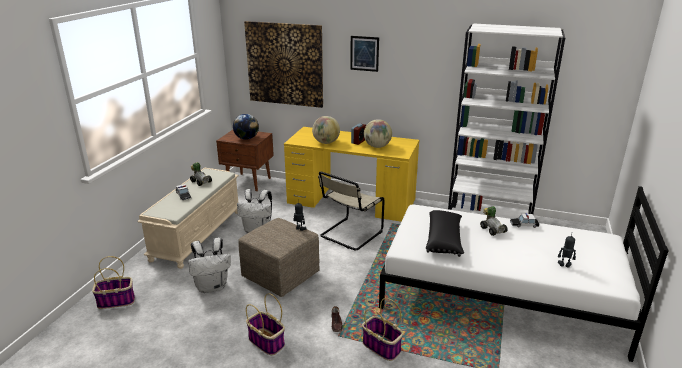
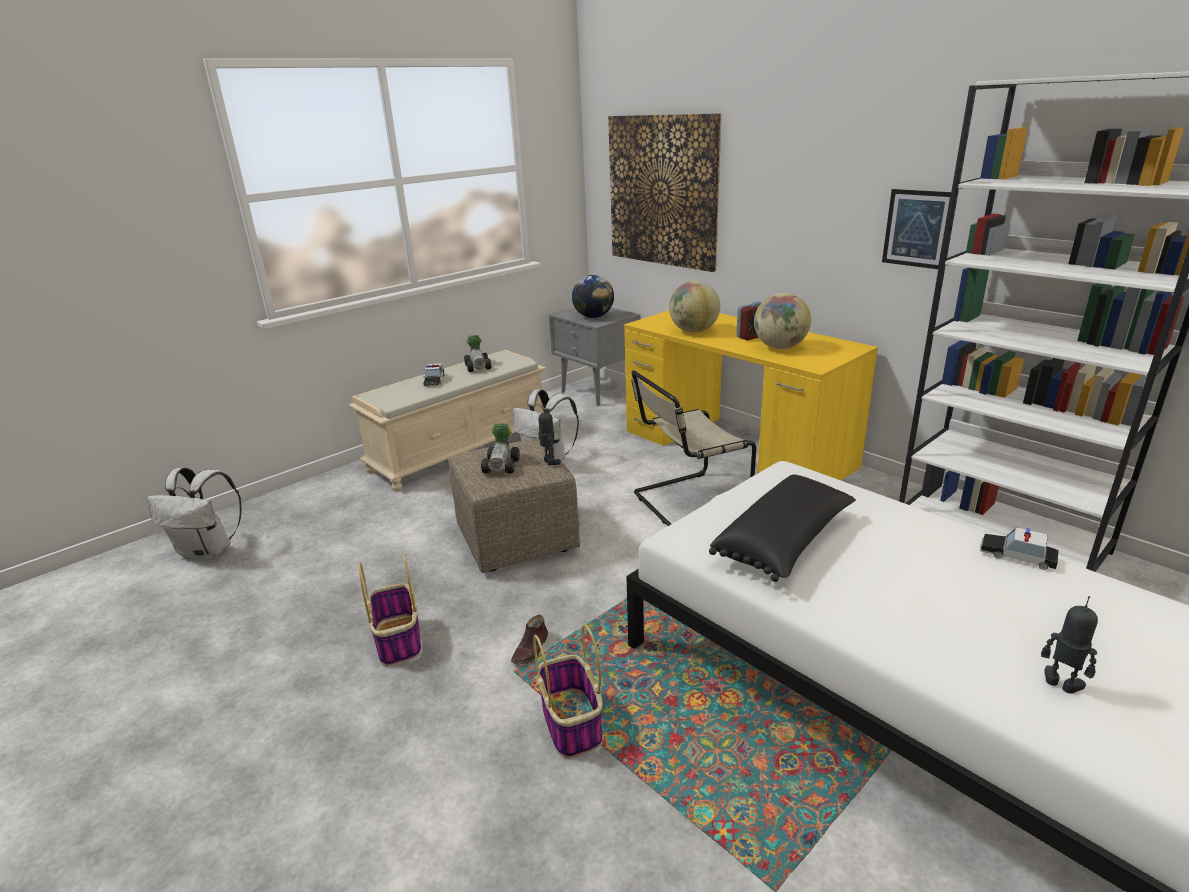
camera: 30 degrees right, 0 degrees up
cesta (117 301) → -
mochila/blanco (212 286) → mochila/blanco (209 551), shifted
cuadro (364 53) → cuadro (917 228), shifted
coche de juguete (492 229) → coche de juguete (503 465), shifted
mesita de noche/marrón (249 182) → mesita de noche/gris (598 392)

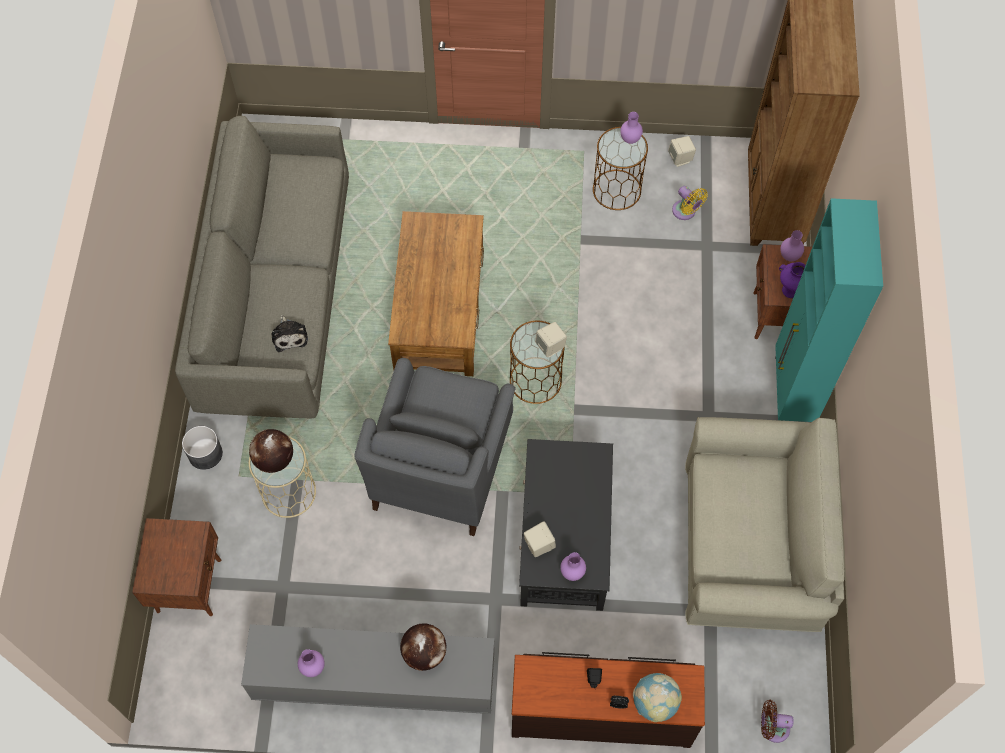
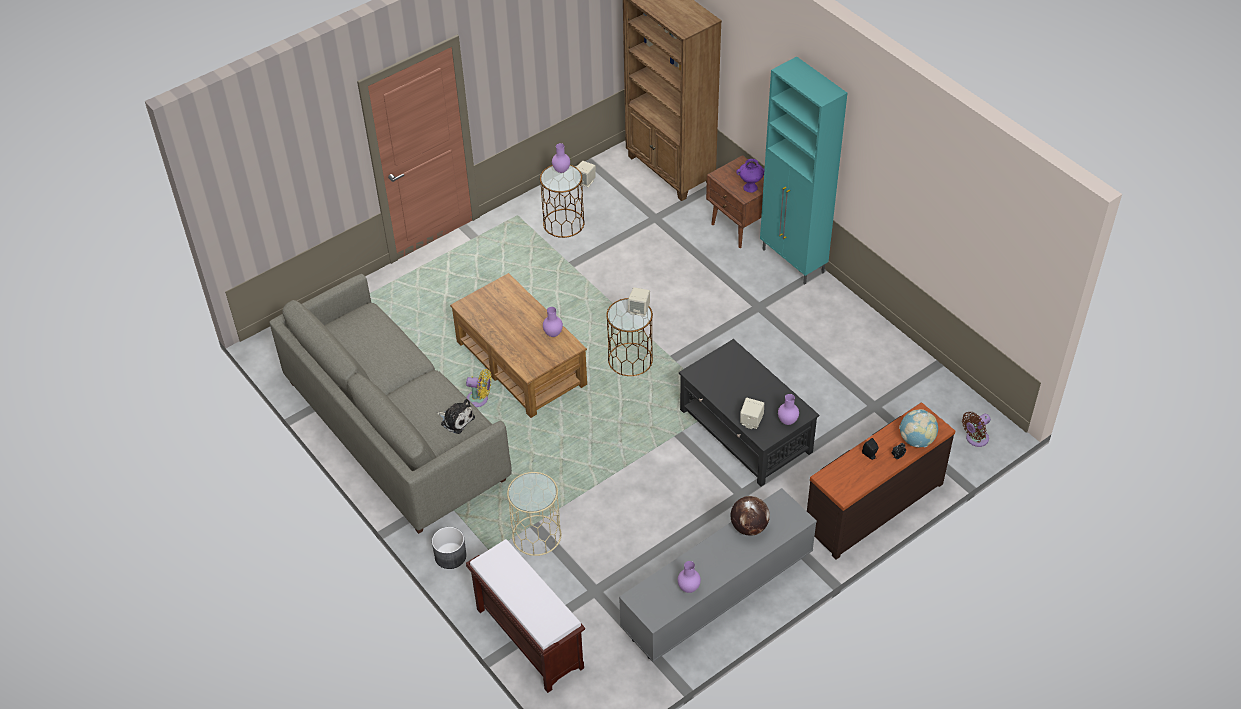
camera: 40 degrees left, 15 degrees down
globo terráqueo (274 459) → -
sillón/gris (441 465) → -
sofá/beis (750 546) → -
ventilador/amarillo (685 212) → ventilador/amarillo (479 399), shifted
florero/morado (789 256) → florero/morado (552 334), shifted
mesita de noche/marrón (190 584) → banco/marrón (528 638)

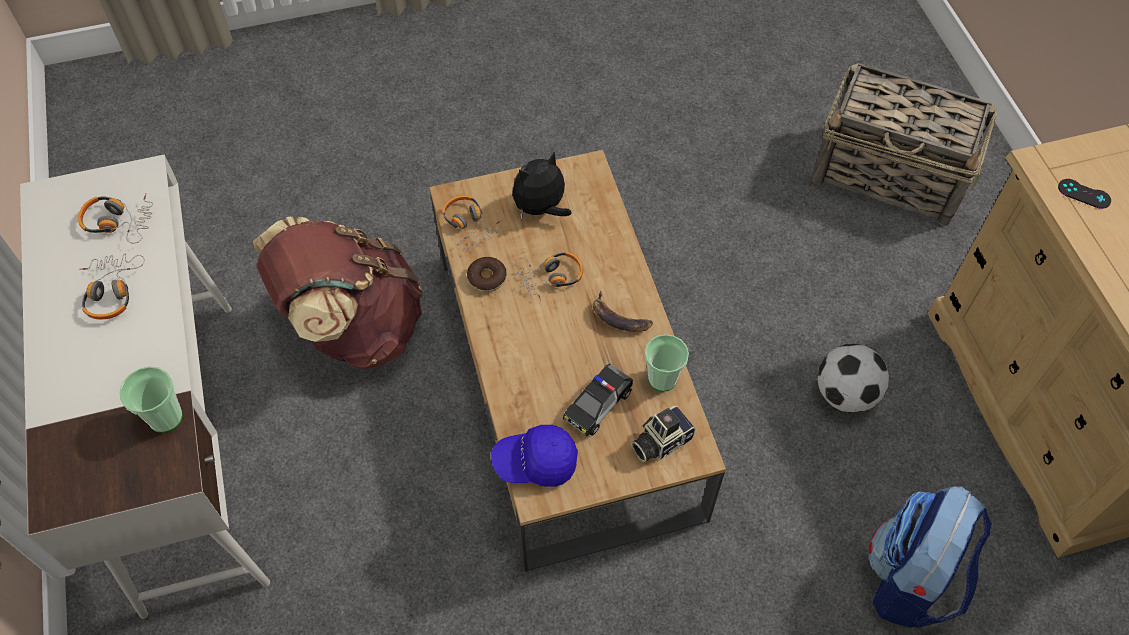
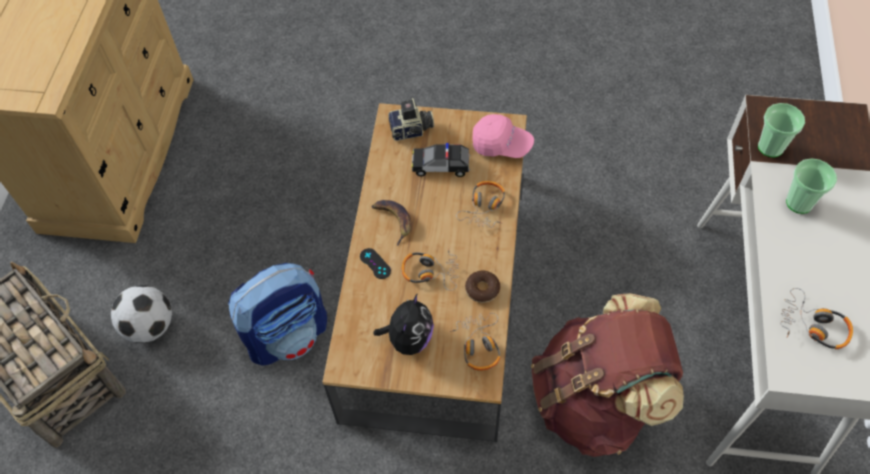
camera: 155 degrees left, 0 degrees up
auriculares (112 291) → auriculares (484 208), shifted
taza (662 379) → taza (799 202), shifted
balón de fútbol (845 394) → balón de fútbol (150 326), shifted
mochila (910 579) → mochila (288 334), shifted
mando de consola/negro (1084 194) → mando de consola/negro (375 263), shifted
gorra/azul (535 462) → gorra/rosa (501 144)
peluche (541 209) → peluche (409 338), 60 degrees counterclockwise
coche de juguete (598 405) → coche de juguete (441 166), 150 degrees counterclockwise

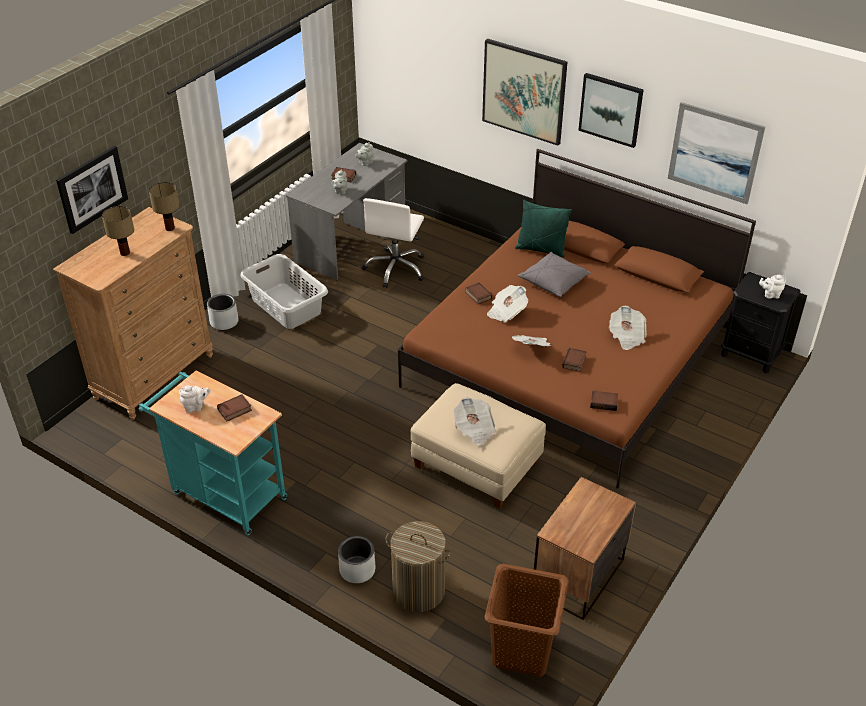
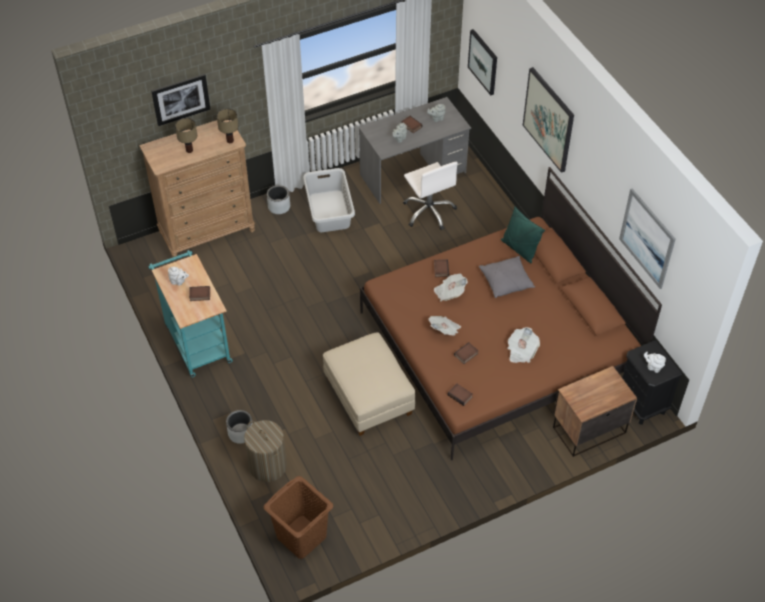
camera: 30 degrees right, 10 degrees up
periódico (474 429) → -
mesita de noche (577 577) → mesita de noche (588 429), shifted
cuadro (611 109) → cuadro (483 61), shifted
silla de oficina/blanco (396 269) → silla de oficina/blanco (429 211), 75 degrees counterclockwise

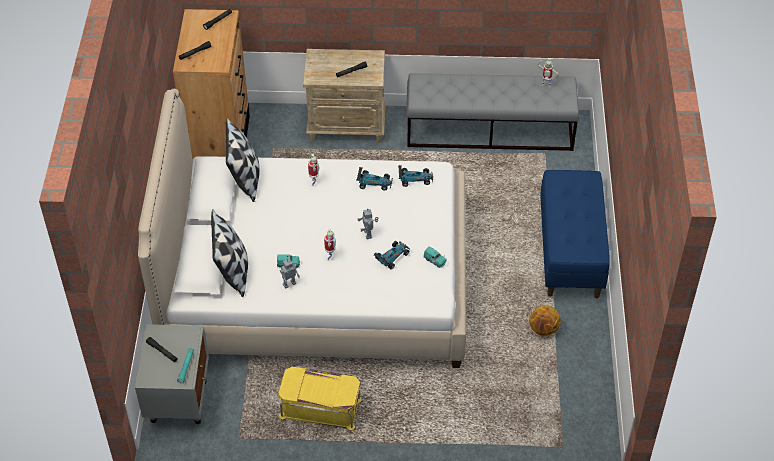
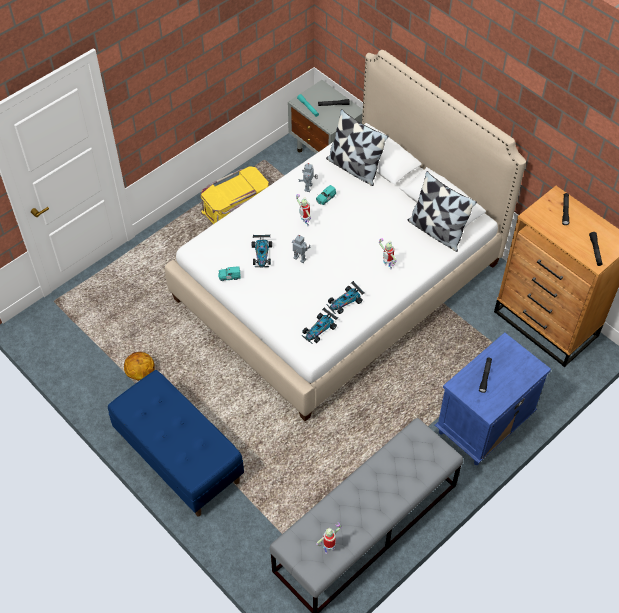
camera: 135 degrees right, 5 degrees up
mesita de noche/beis (347 125) → mesita de noche/azul (483 425)

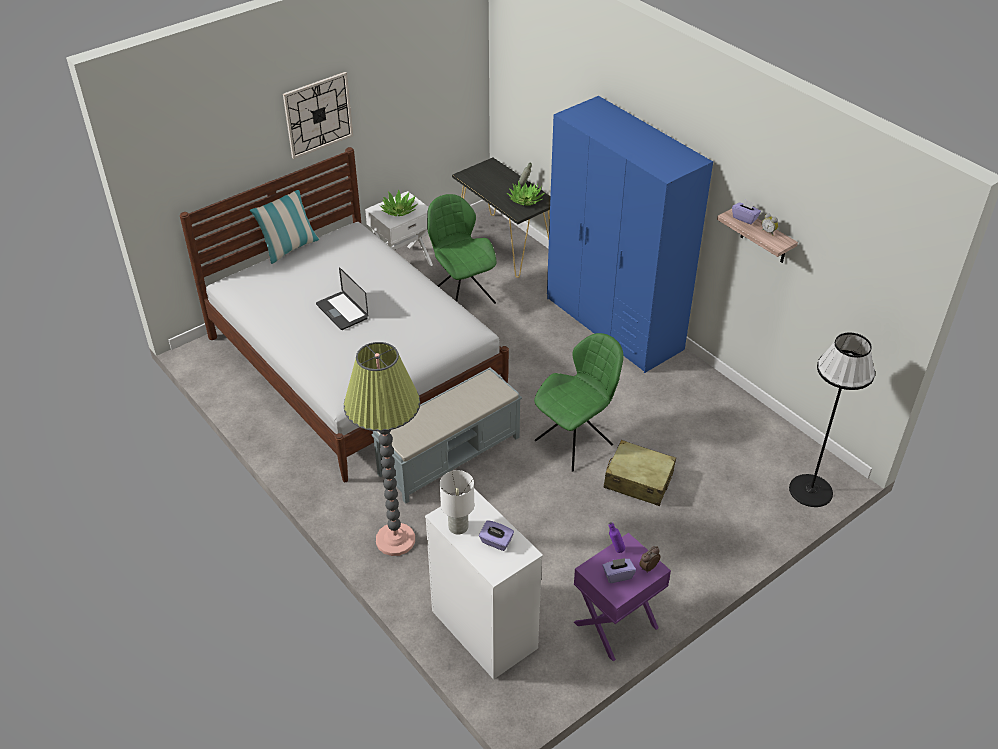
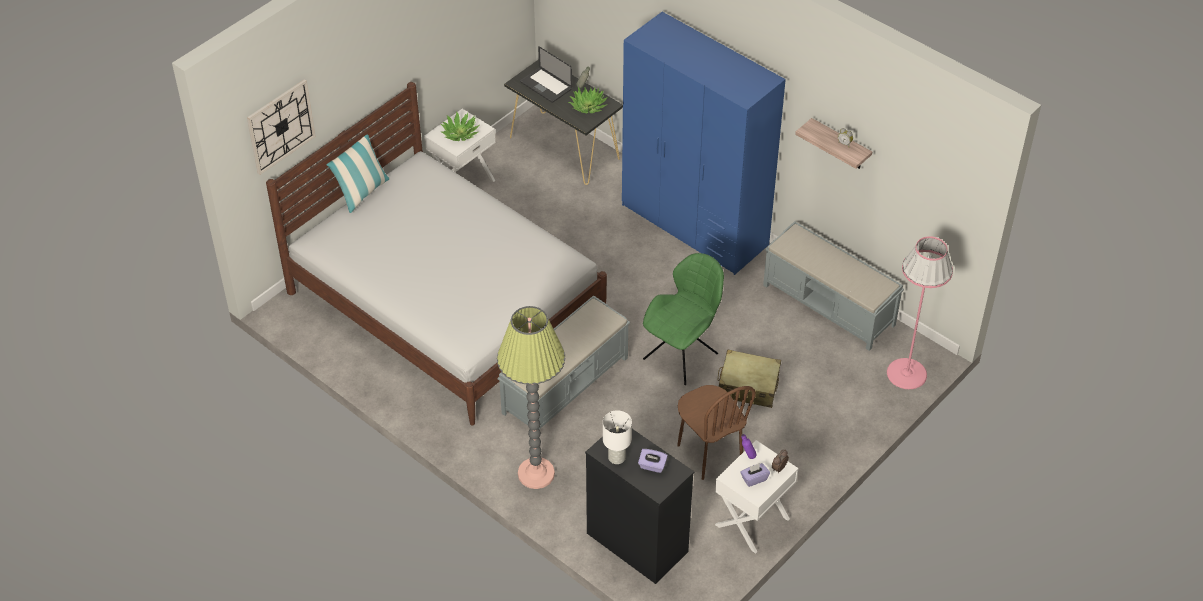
camera: 10 degrees left, 5 degrees up
silla/verde (462 296) → -
caja de pañuelos/morado (745 218) → -
- → silla/marrón (709 453)
- → banco/gris (829 305)
reloj de pared (318 115) → reloj de pared (280 126), shifted
portátil (342 311) → portátil (546 86), shifted
cómoda/blanco (483 629) → cómoda/negro (636 542)
mesita de noche/morado (616 625) → mesita de noche/blanco (753 522)
lámpara de pie/negro (811 490) → lámpara de pie/rosa (907 374)

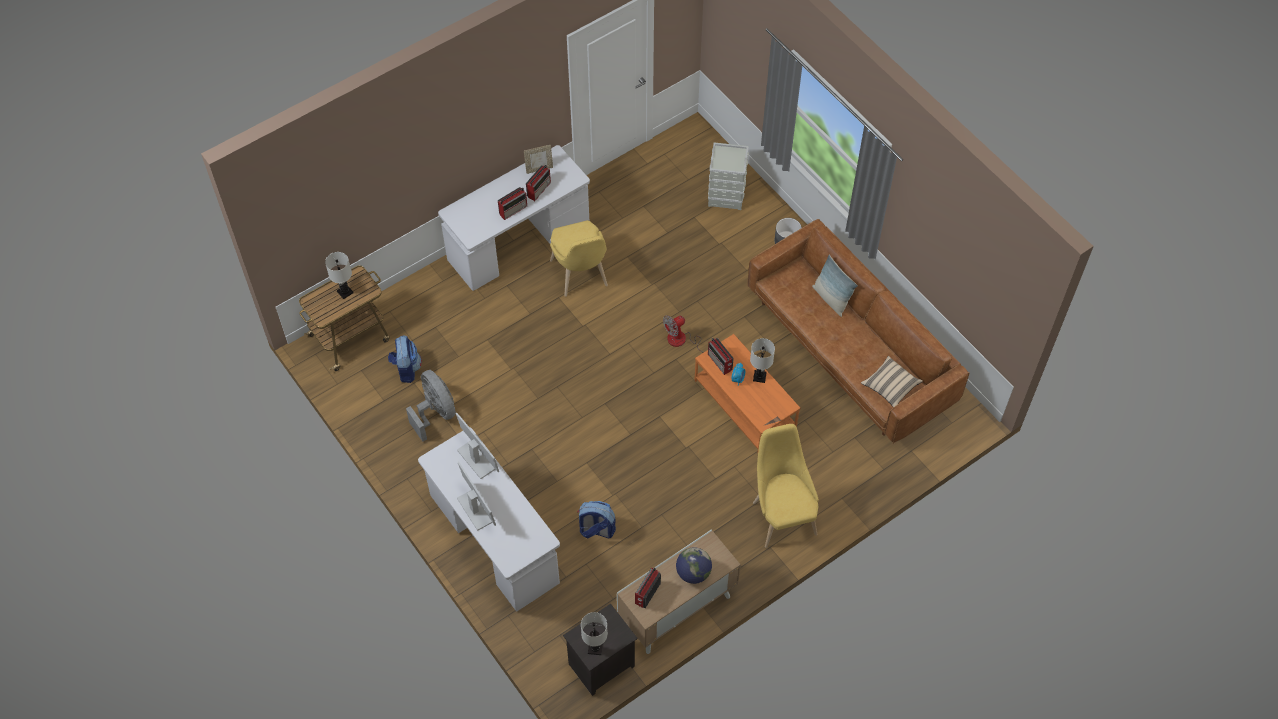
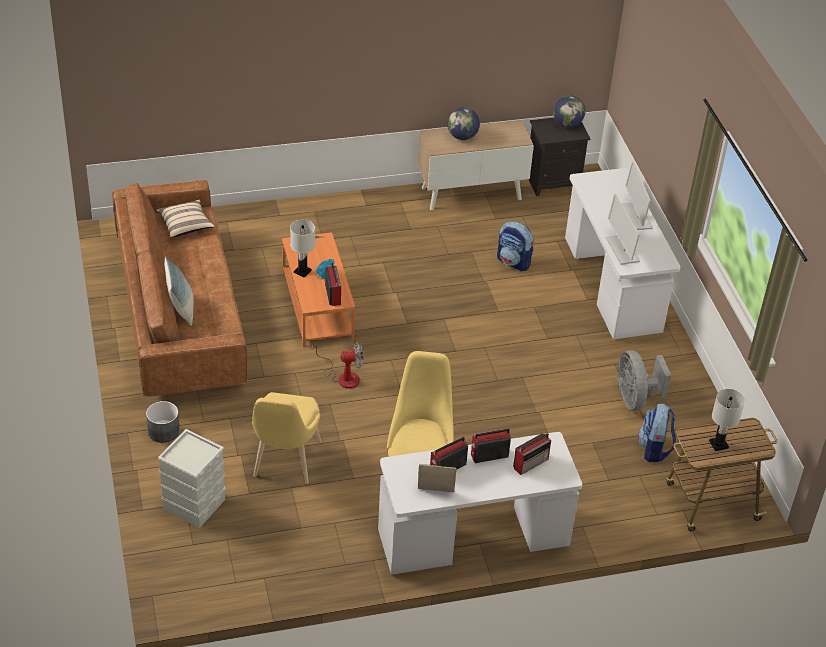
camera: 160 degrees left, 15 degrees down
radio (647 594) → radio (531 463), shifted
silla/amarillo (782 514) → silla/amarillo (285 463), shifted
lámpara de mesa/blanco (595 648) → globo terráqueo (567 124)

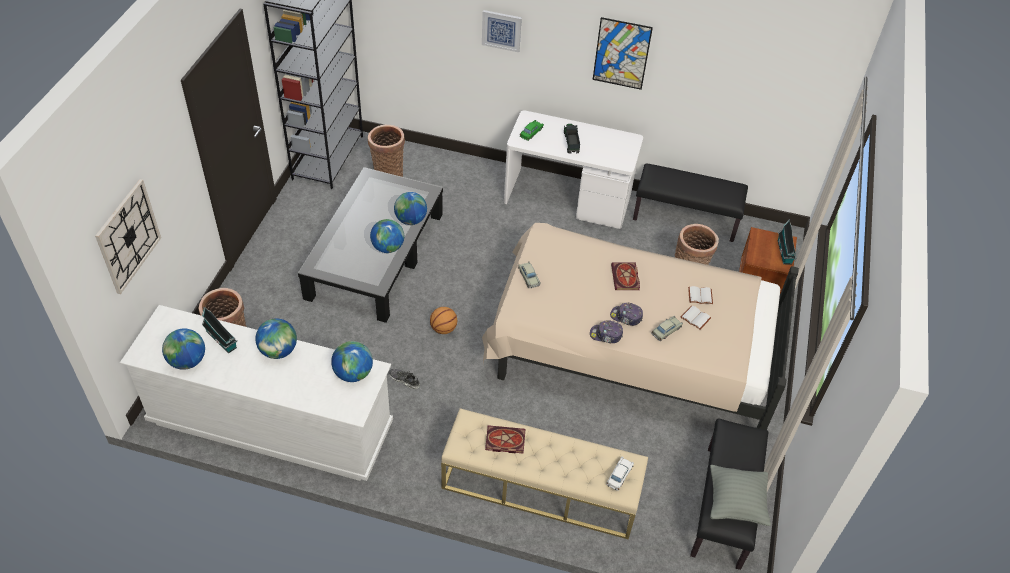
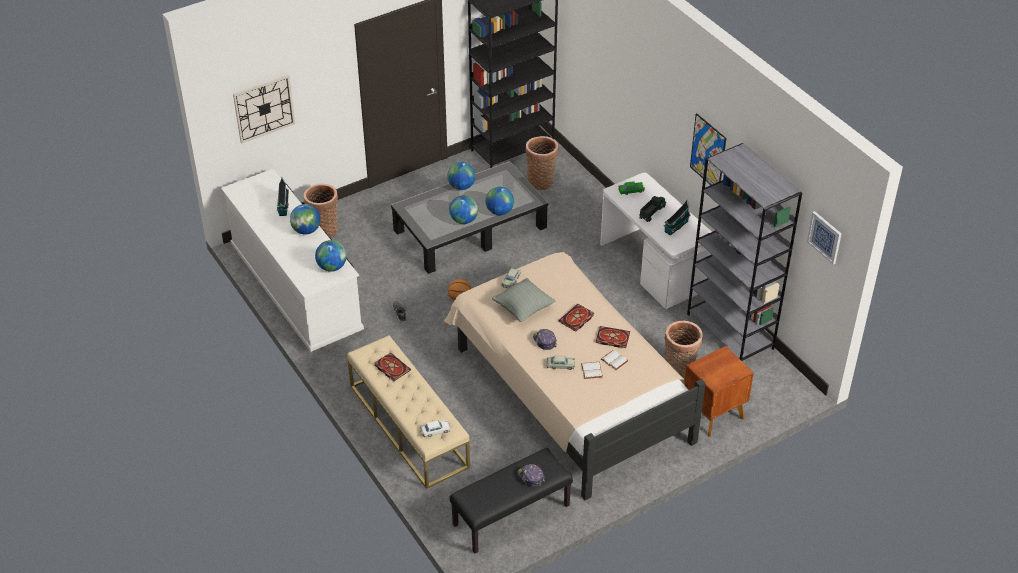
camera: 45 degrees right, 5 degrees down
- → libro (611 338)
globo terráqueo (187 361) → globo terráqueo (461 187), shifted
cuadro (501 30) → cuadro (825 237), shifted
gorra (606 335) → gorra (530 477), shifted
cojín/gris (736 503) → cojín/gris (523 309), shifted
casita (784 253) → casita (675 227), shifted
banco/negro (685 218) → estantería/gris (730 331)

